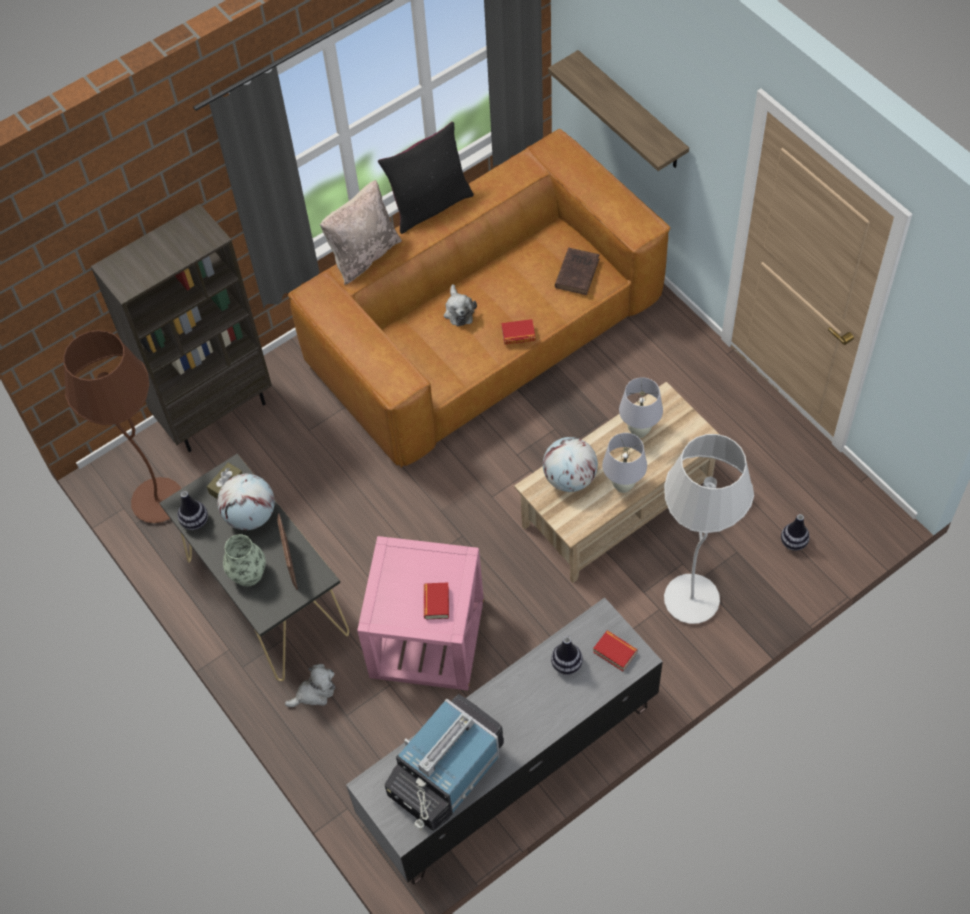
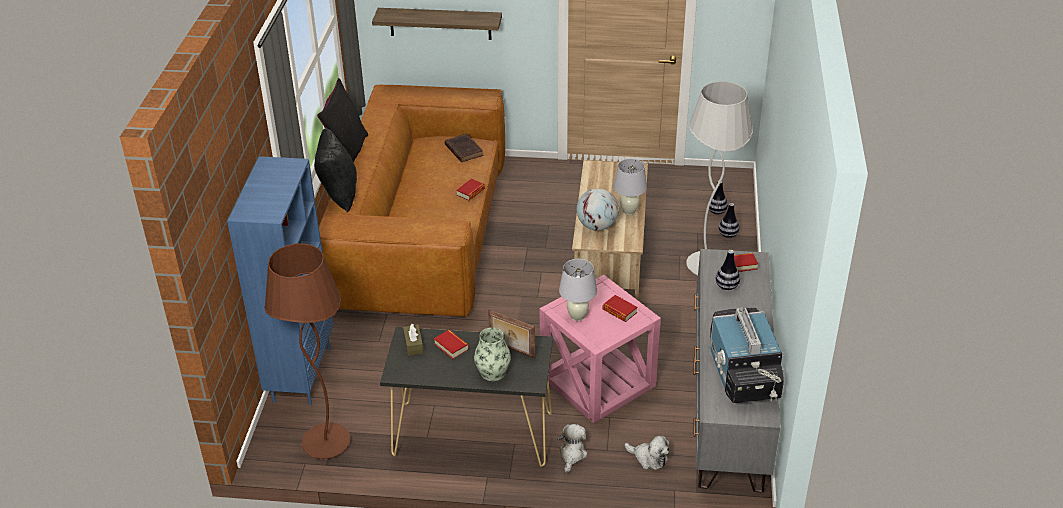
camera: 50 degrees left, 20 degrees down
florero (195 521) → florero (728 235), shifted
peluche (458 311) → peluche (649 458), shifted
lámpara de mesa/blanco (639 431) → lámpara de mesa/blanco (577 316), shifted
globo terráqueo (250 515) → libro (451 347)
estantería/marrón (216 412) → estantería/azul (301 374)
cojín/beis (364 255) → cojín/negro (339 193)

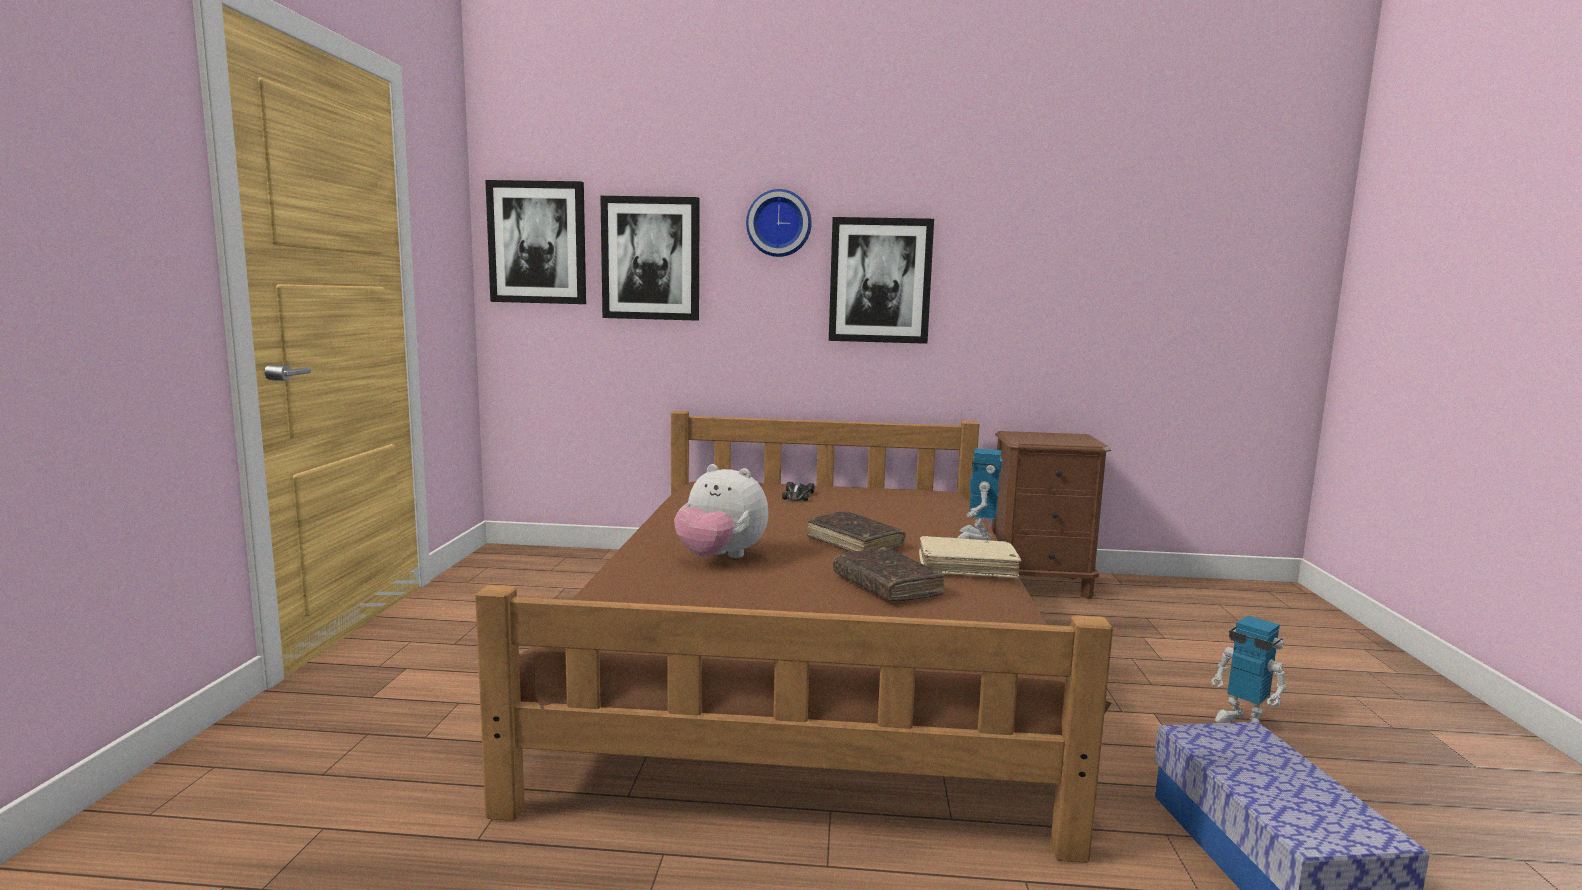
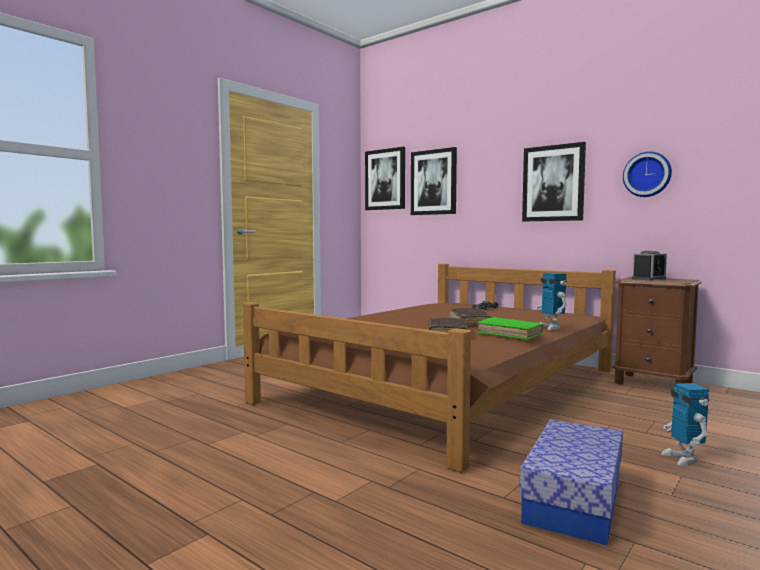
camera: 35 degrees right, 5 degrees down
peluche (720 557) → -
- → despertador (649 279)
reloj de pared (779 223) → reloj de pared (647 174), shifted
libro/beis (967 567) → libro/verde (509 334)
robot de juguete (977 536) → robot de juguete (550 327), 75 degrees counterclockwise

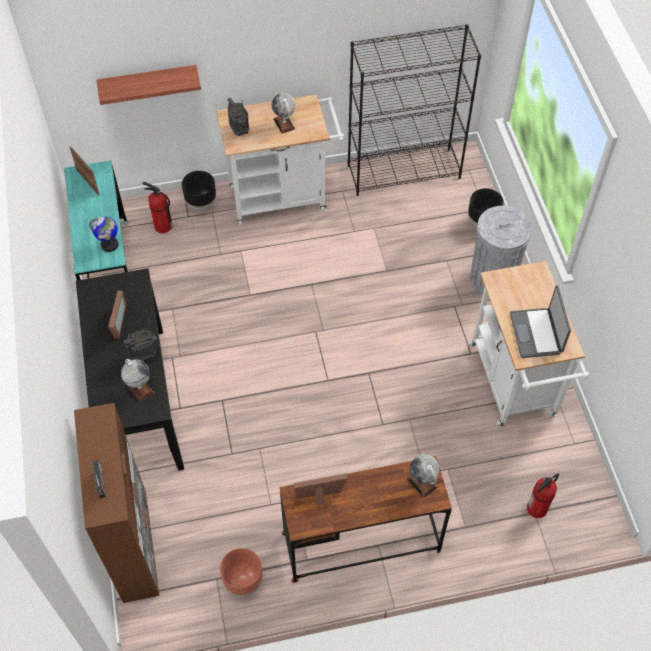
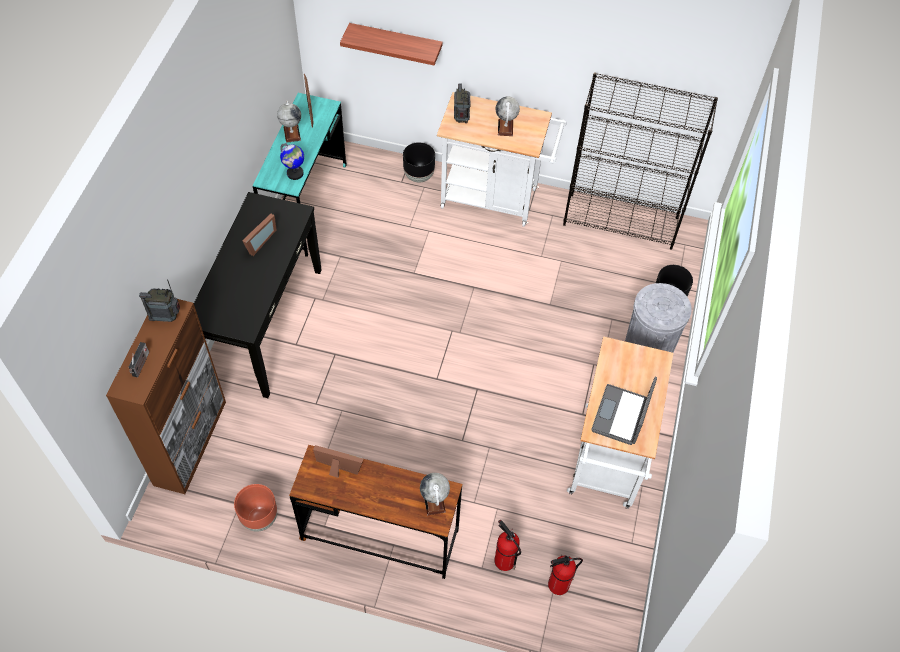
camera: 25 degrees right, 0 degrees up
globo terráqueo (140 388) → globo terráqueo (292 133), shifted
radio (145 356) → radio (166 317), shifted
extintor (162 226) → extintor (504 560), shifted

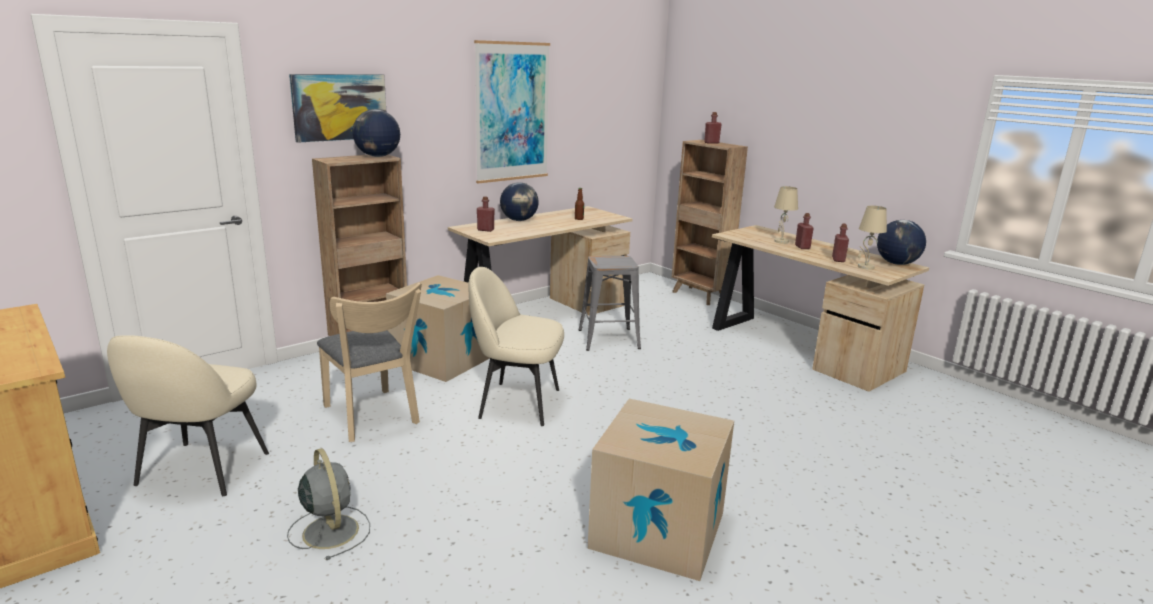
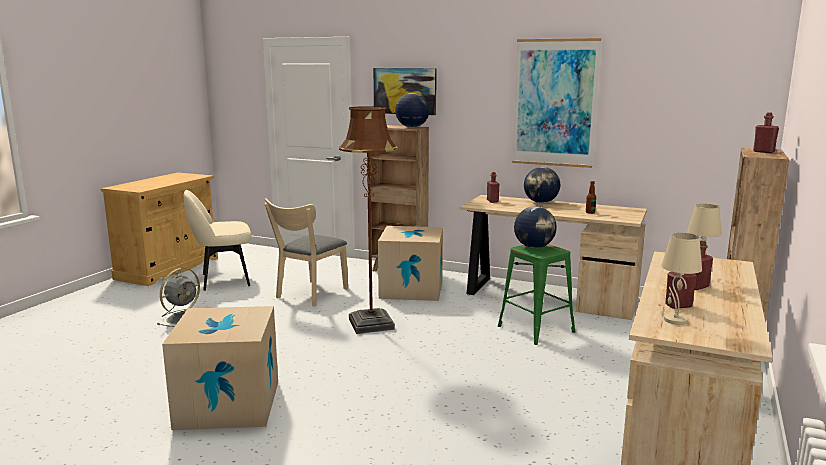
camera: 65 degrees right, 5 degrees down
globo terráqueo (896 263) → globo terráqueo (534 247), shifted
silla/beis (517 403) → lámpara de pie/marrón (371 324)
taburete/gris (609 339) → taburete/verde (535 329)

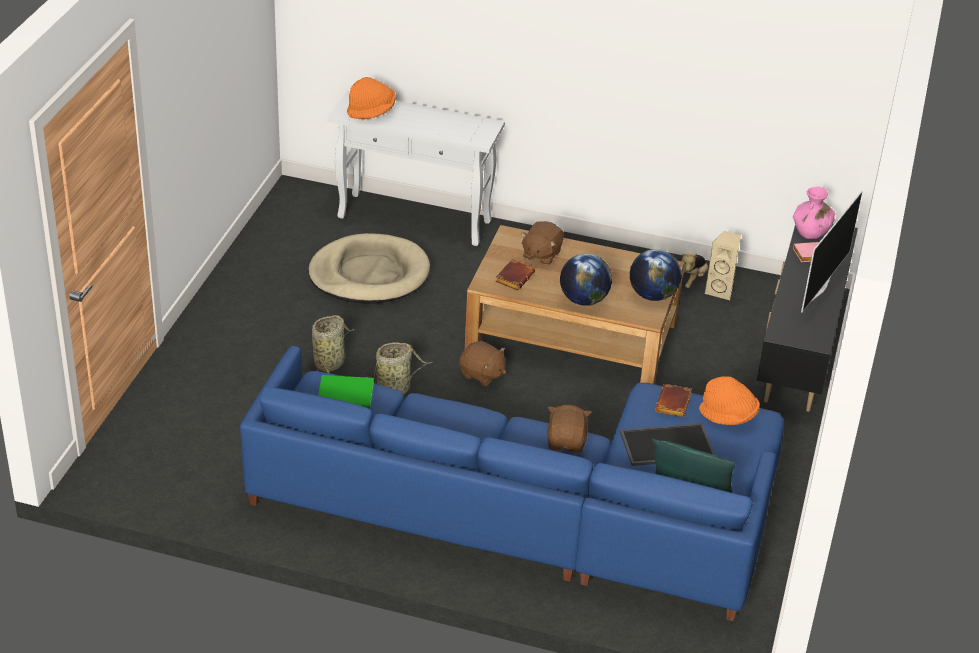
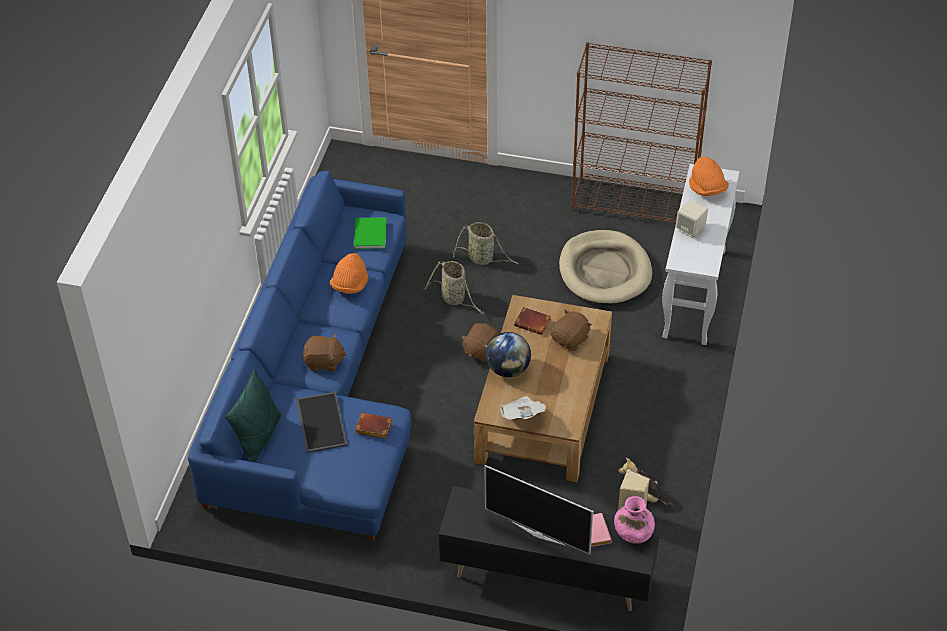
camera: 90 degrees right, 10 degrees up
- → estantería/marrón (634 204)
- → altavoz/beis (690 229)
sombrero/naranja (728 416) → sombrero/naranja (350 285), shifted
globo terráqueo (652 295) → periódico (522 416)
peluche/marrón (541 254) → peluche/marrón (571 339), 105 degrees clockwise

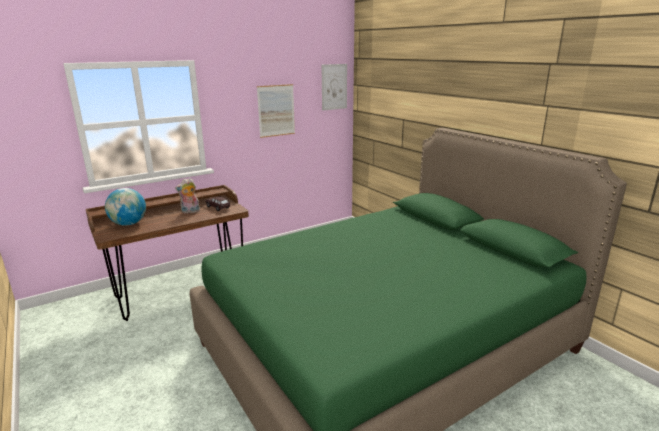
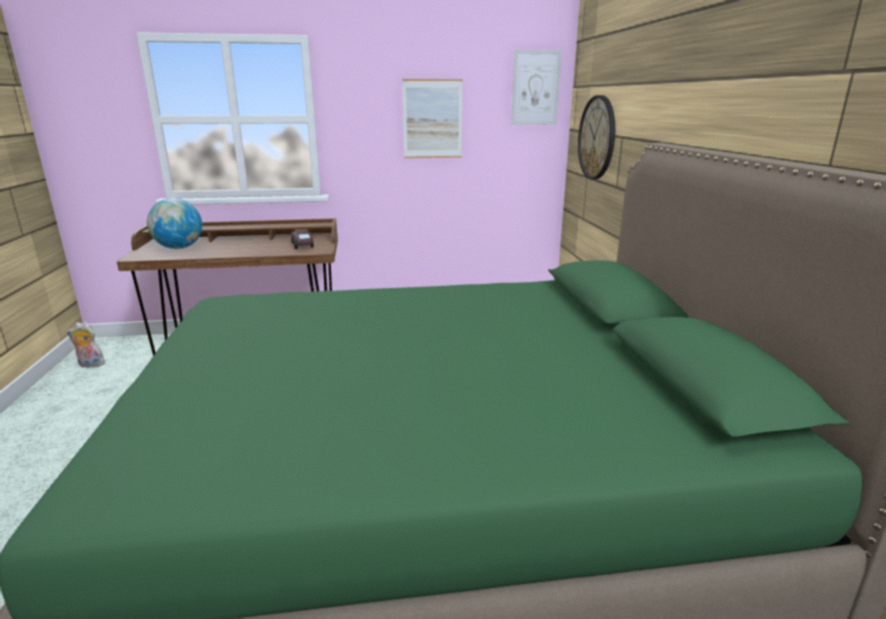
camera: 25 degrees right, 0 degrees up
- → reloj de pared (597 138)
peluche (190 212) → peluche (90 365), shifted

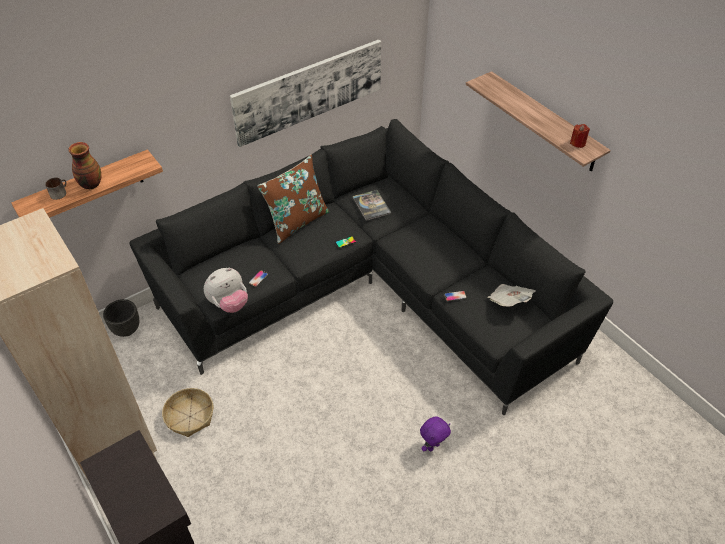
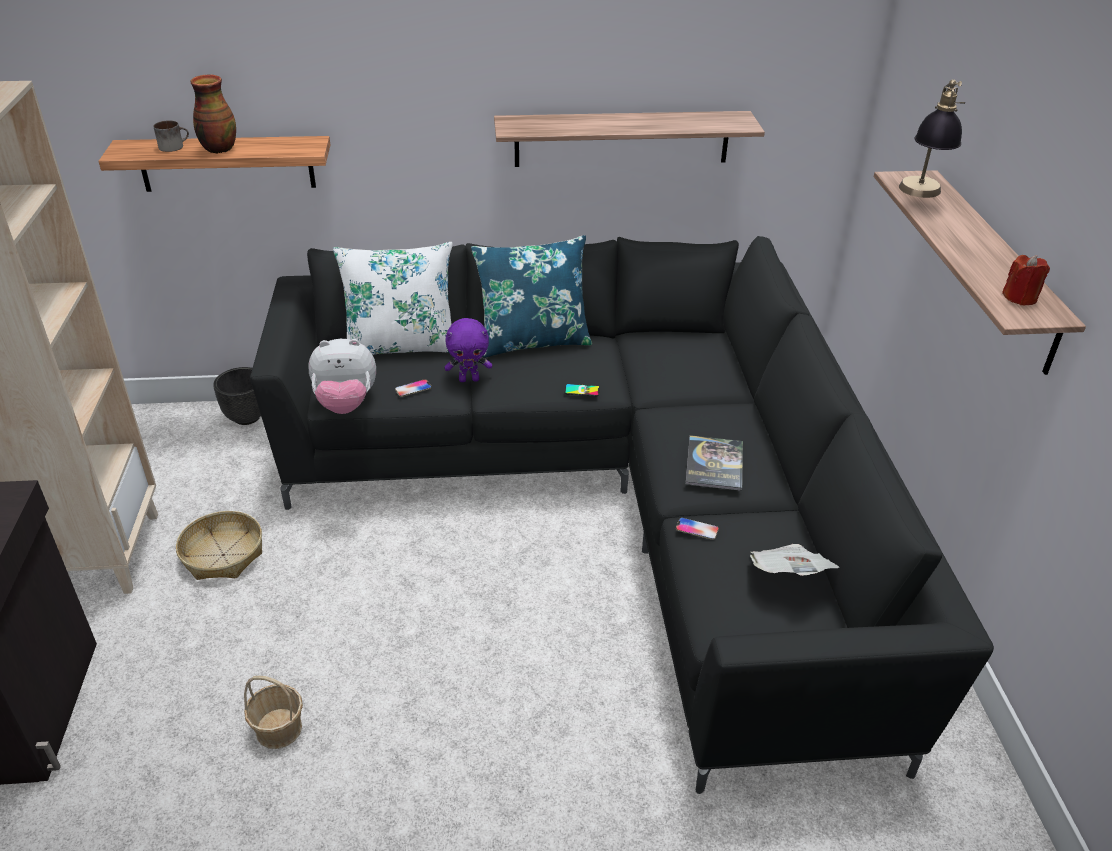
camera: 30 degrees right, 10 degrees down
- → cesta (278 729)
- → cojín/blanco (401 346)
- → lámpara de mesa (920 196)
libro (371 205) → libro (714 464), shifted
peluche/morado (433 446) → peluche/morado (469 379), shifted
cuadro (309 91) → estante (622 138)
cojín/marrón (297 222) → cojín/azul (533 341)

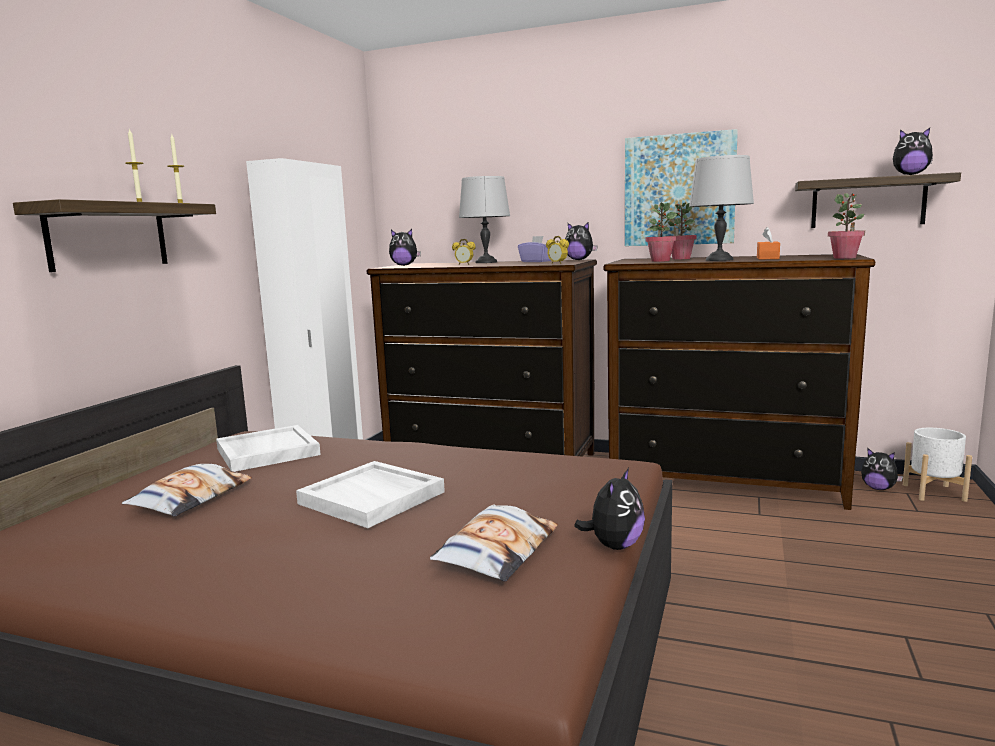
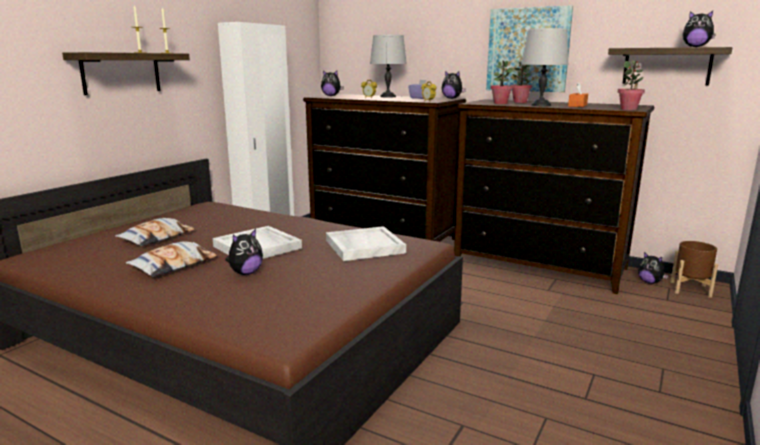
camera: 10 degrees right, 5 degrees up
bandeja/blanco (266 452) → bandeja/blanco (364 246), shifted
cojín (497 551) → cojín (174 265), shifted
peluche (614 545) → peluche (245 273), shifted
maceta/blanco (934 492) → maceta/marrón (690 289)

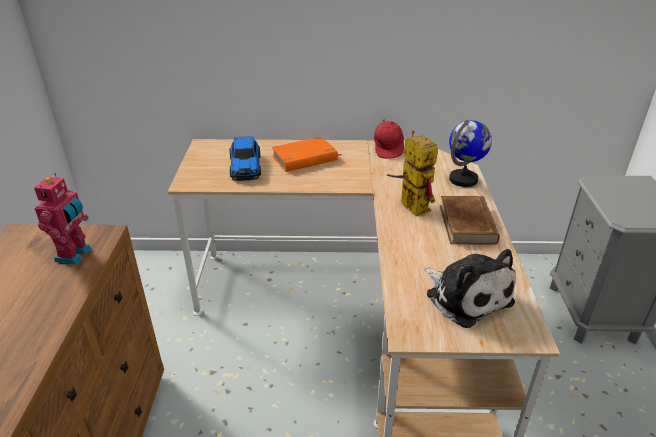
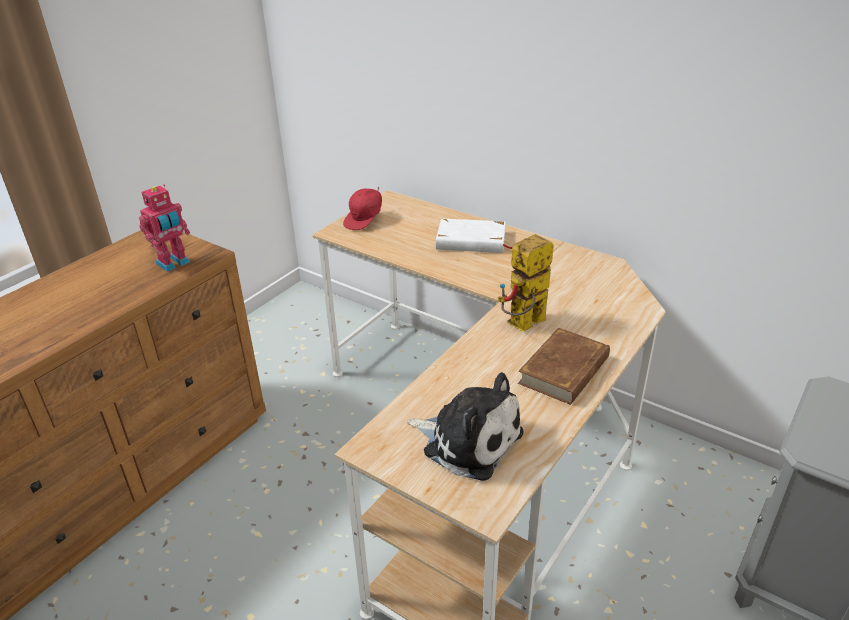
camera: 35 degrees right, 0 degrees up
coche de juguete (245 166) → -
globo terráqueo (463 179) → -
gorra/rojo (388 149) → gorra/rojo (365 220), shifted
libro/naranja (305 158) → libro/blanco (471 241)
robot de juguete (408 204) → robot de juguete (523 326), 135 degrees counterclockwise
peluche (466 296) → peluche (468 440), 60 degrees counterclockwise

